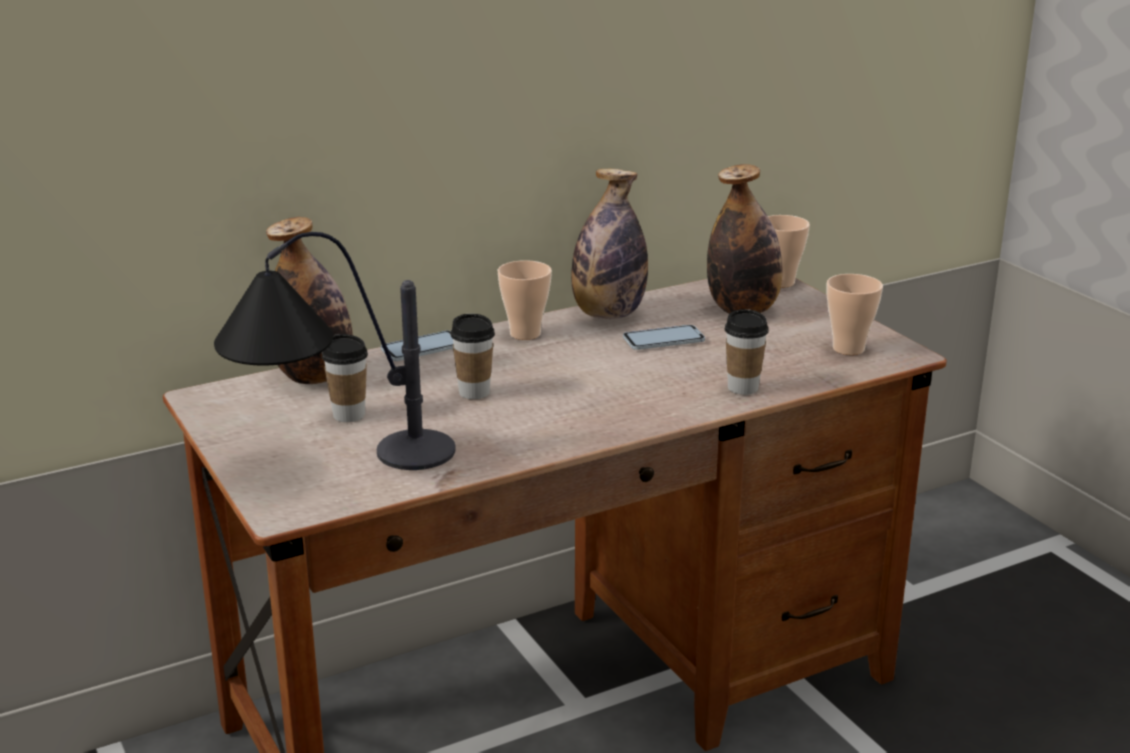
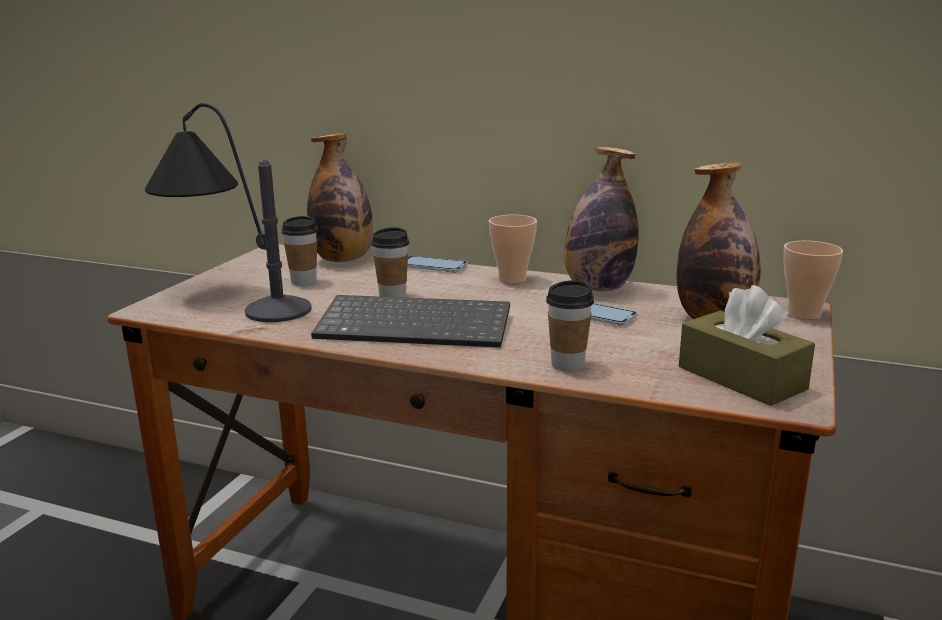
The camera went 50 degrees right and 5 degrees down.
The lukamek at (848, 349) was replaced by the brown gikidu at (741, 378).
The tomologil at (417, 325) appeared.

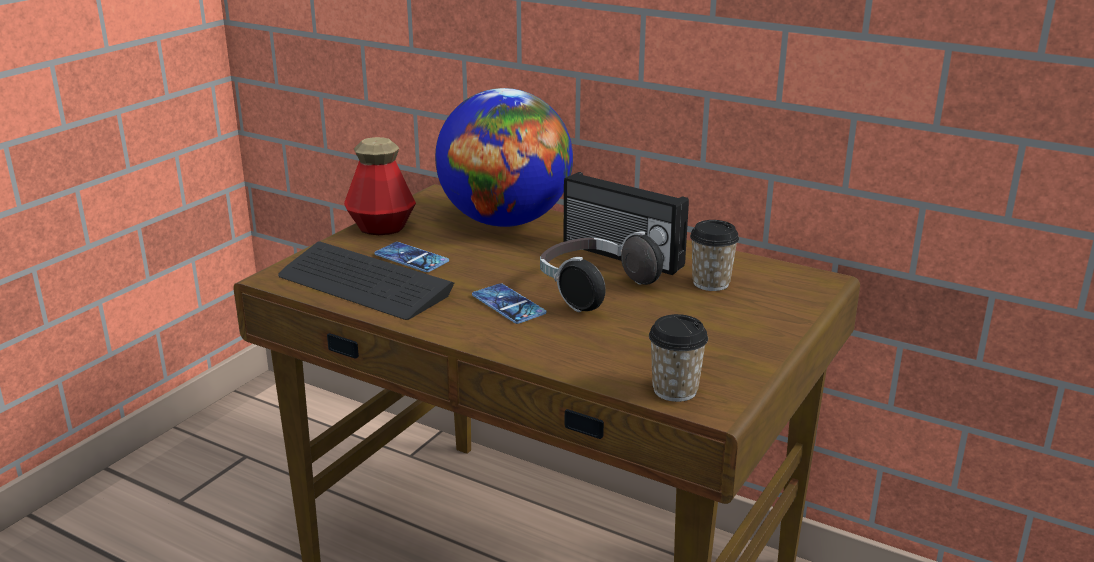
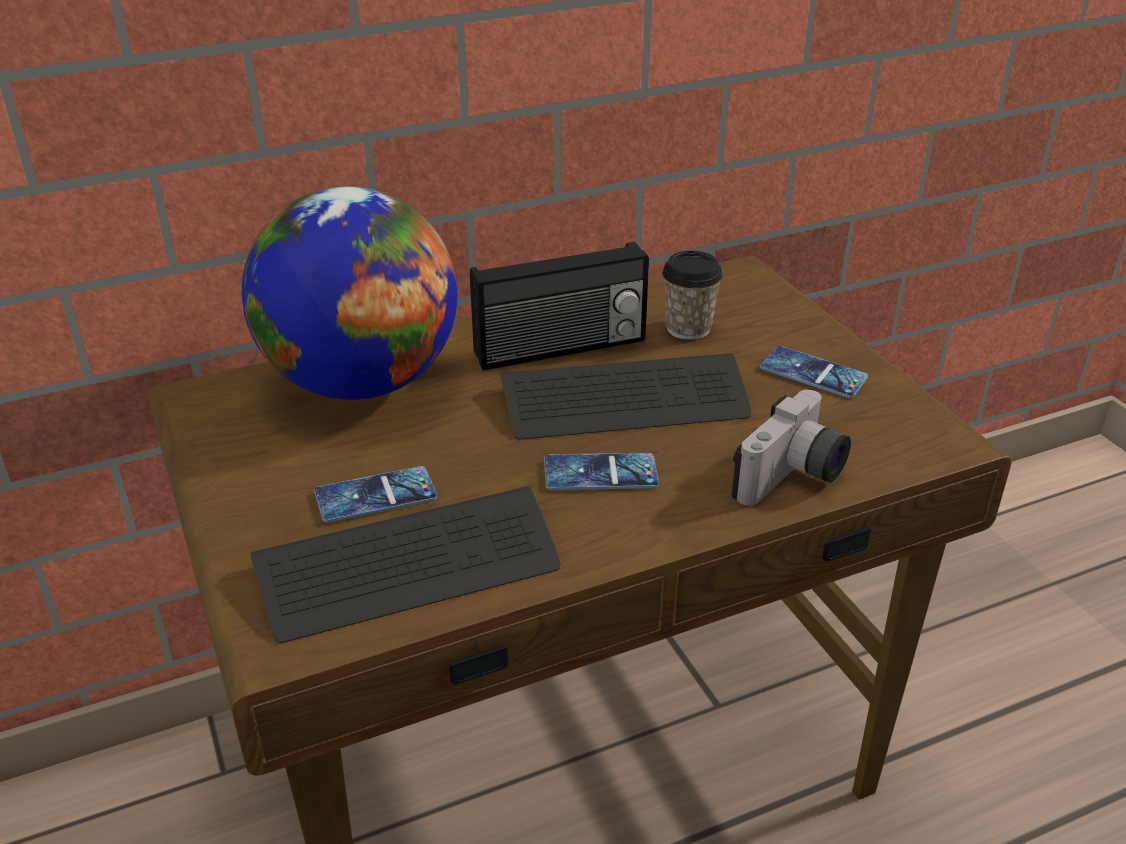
The camera went 55 degrees left and 10 degrees up.
The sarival at (381, 228) disappeared.
The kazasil at (593, 289) was replaced by the tomologil at (625, 401).
The lukamek at (675, 390) disappeared.
The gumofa at (793, 479) appeared.
The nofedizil at (813, 373) appeared.

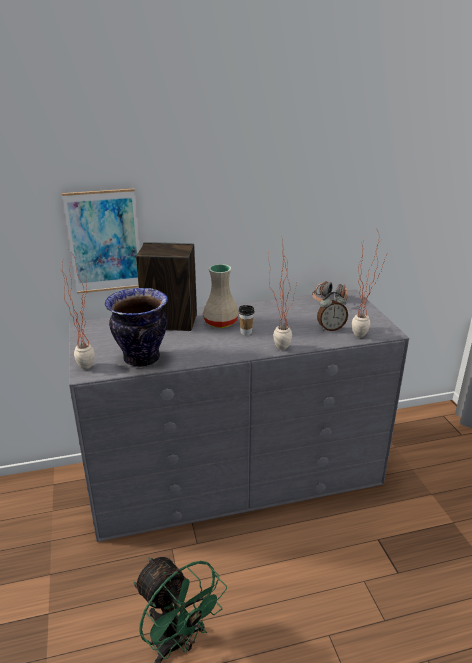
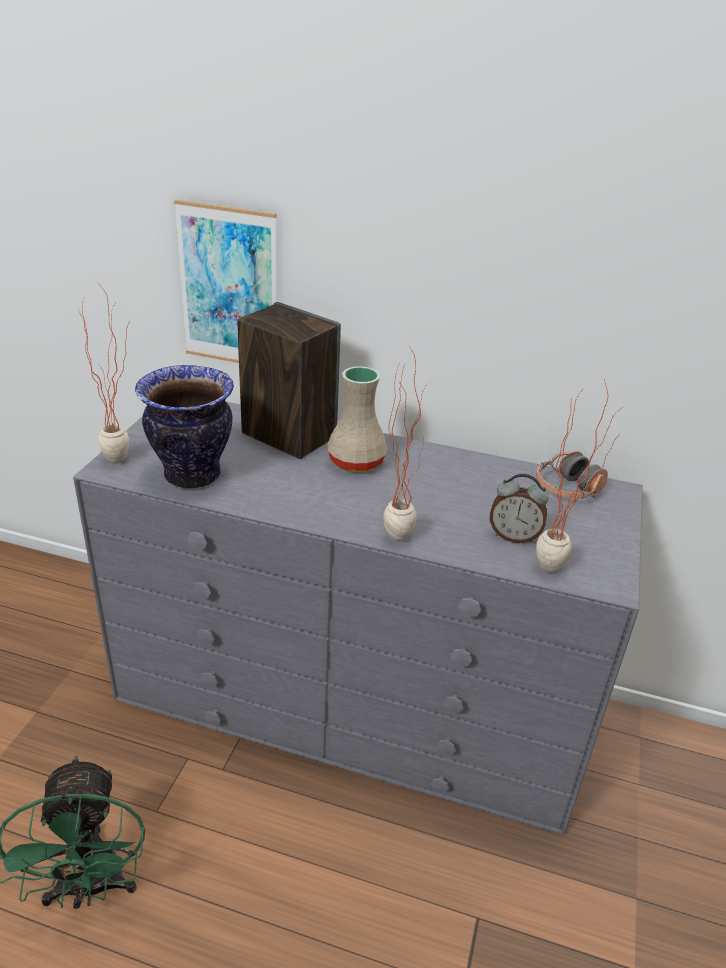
The camera went 30 degrees right and 5 degrees up.
The lukamek at (246, 332) disappeared.

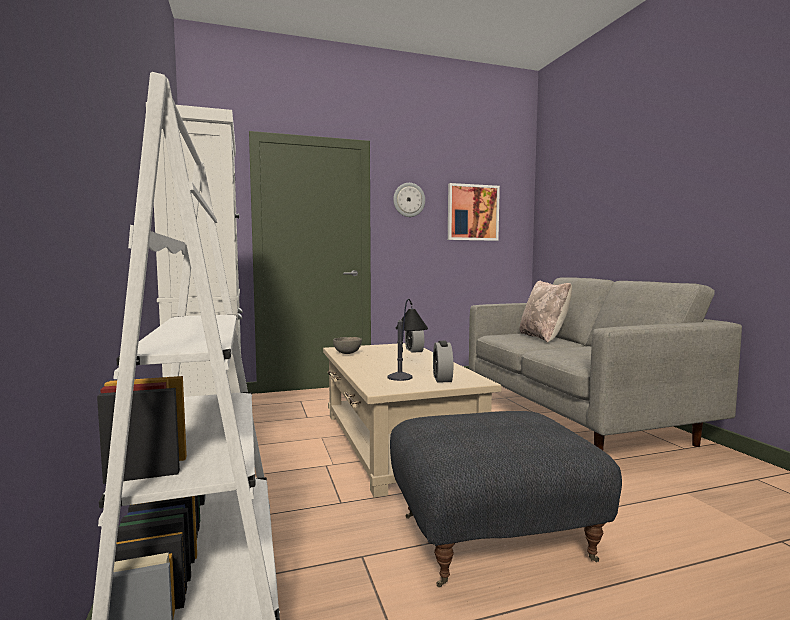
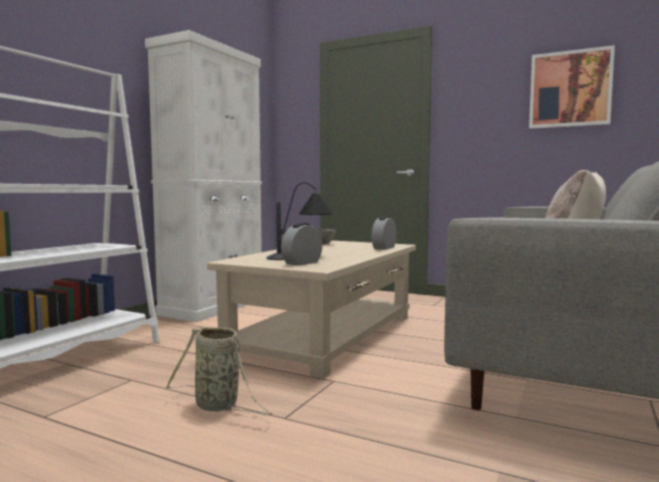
The camera went 45 degrees right and 0 degrees up.
The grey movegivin at (492, 536) was replaced by the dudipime at (219, 406).
The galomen at (409, 200) disappeared.

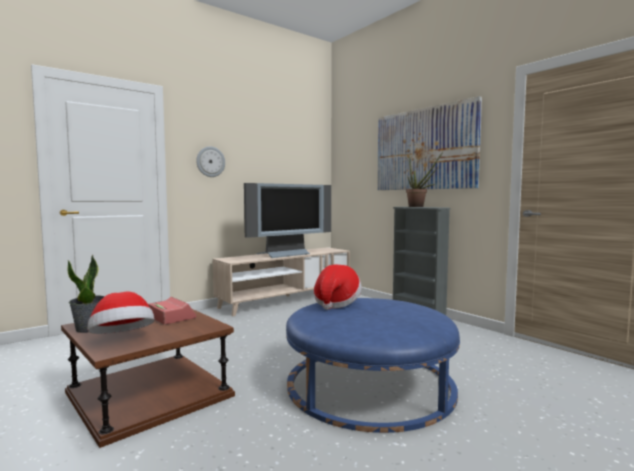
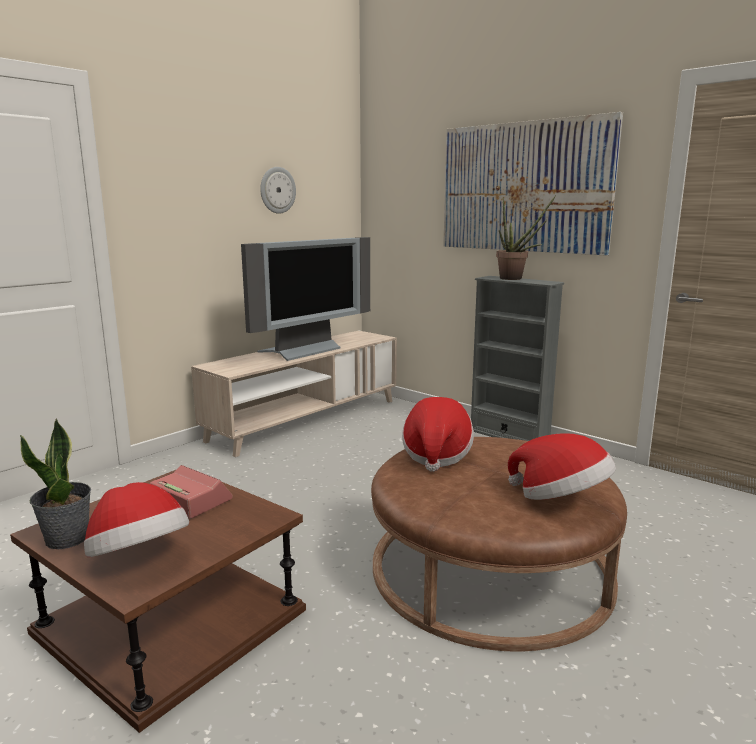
The camera went 10 degrees left and 10 degrees up.
The galomen moved from (210, 161) to (277, 190).
The blue movegivin at (370, 384) became the brown movegivin at (490, 568).
The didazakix at (560, 499) appeared.

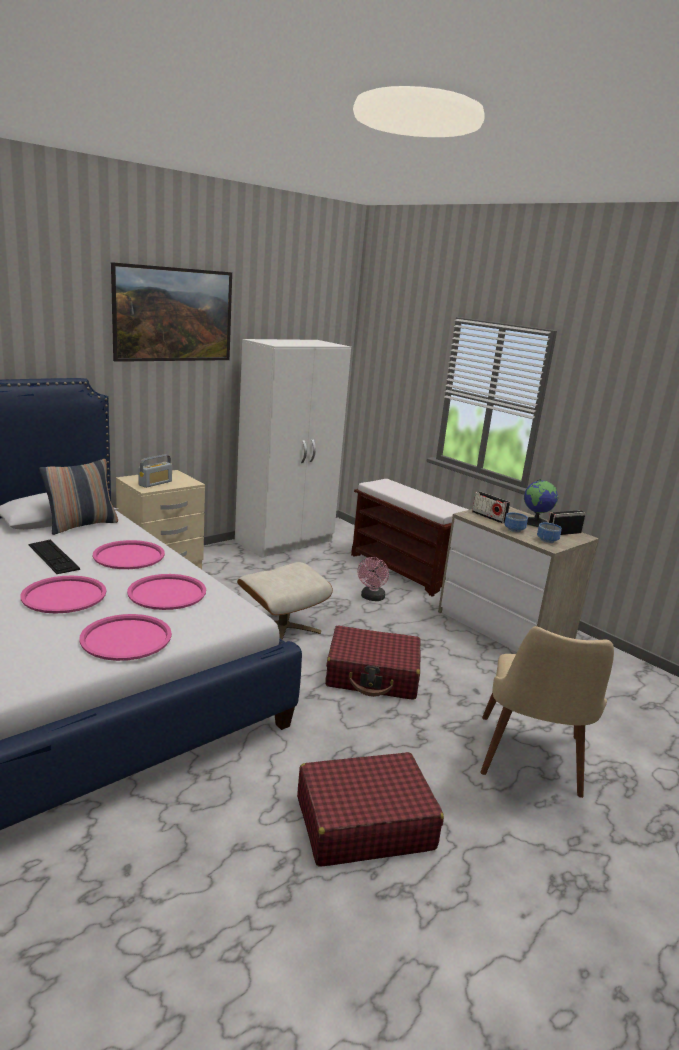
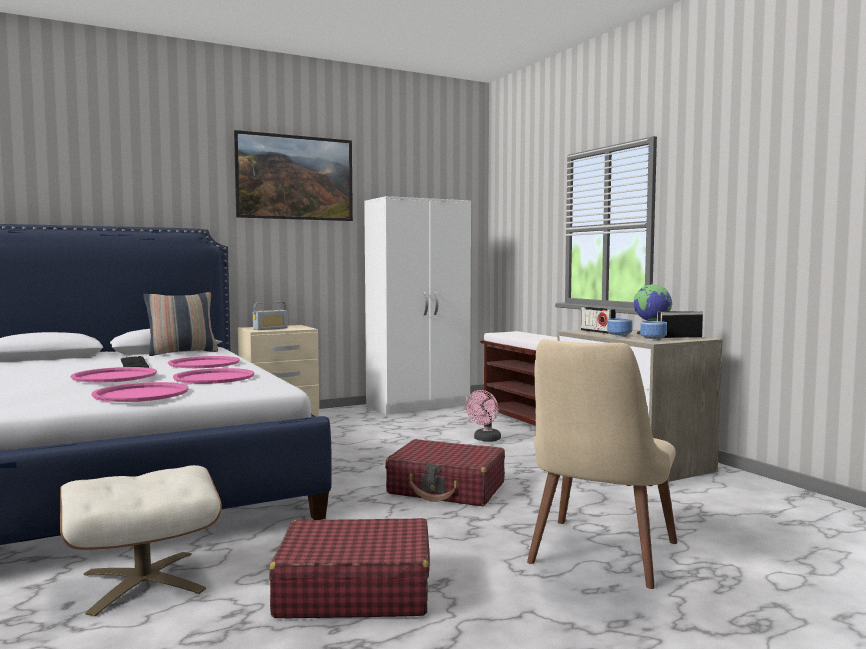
The camera went 15 degrees right and 15 degrees down.
The beige movegivin moved from (282, 628) to (143, 581).

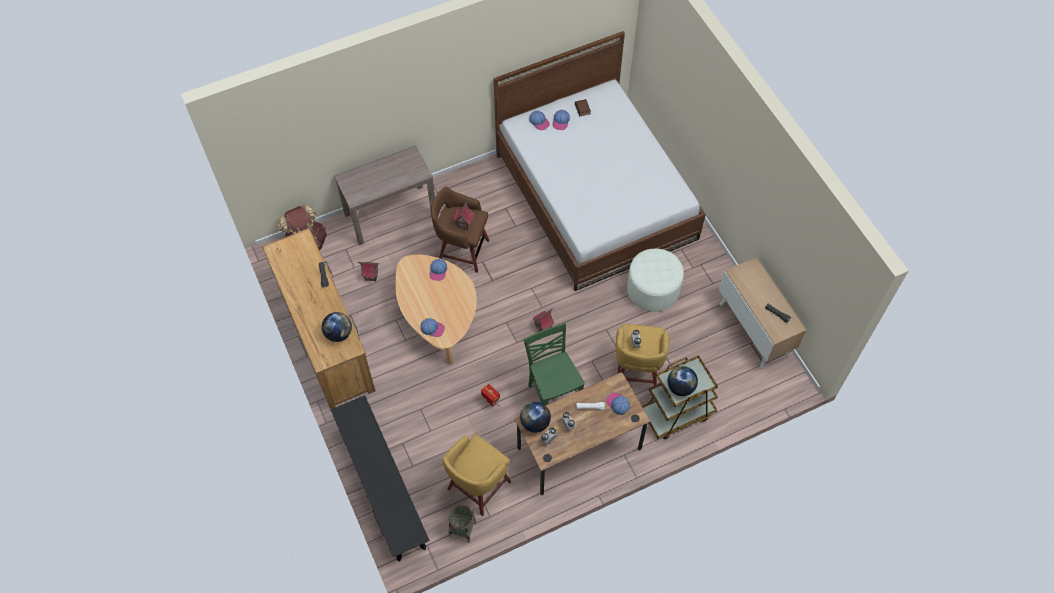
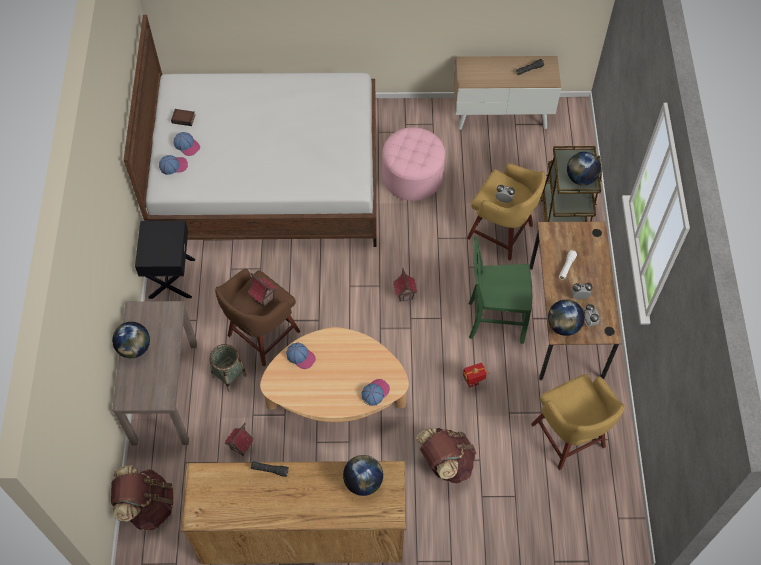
The camera went 65 degrees left and 0 degrees up.
The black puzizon at (383, 488) disappeared.
The dudipime moved from (462, 529) to (229, 375).
The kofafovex at (617, 404) disappeared.
The white movegivin at (653, 289) became the pink movegivin at (412, 177).
The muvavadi at (134, 348) appeared.
The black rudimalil at (171, 278) appeared.
The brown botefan at (445, 463) appeared.

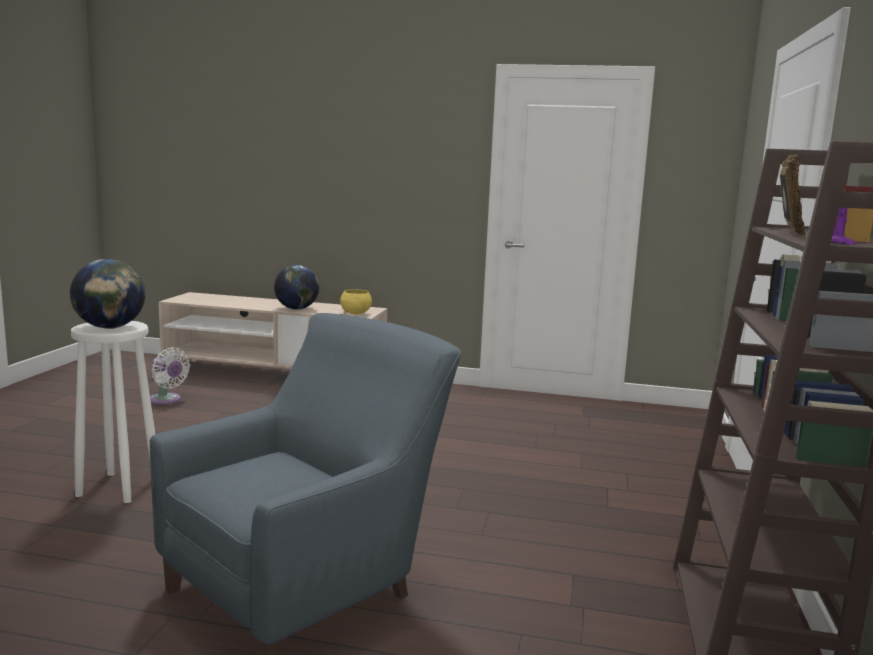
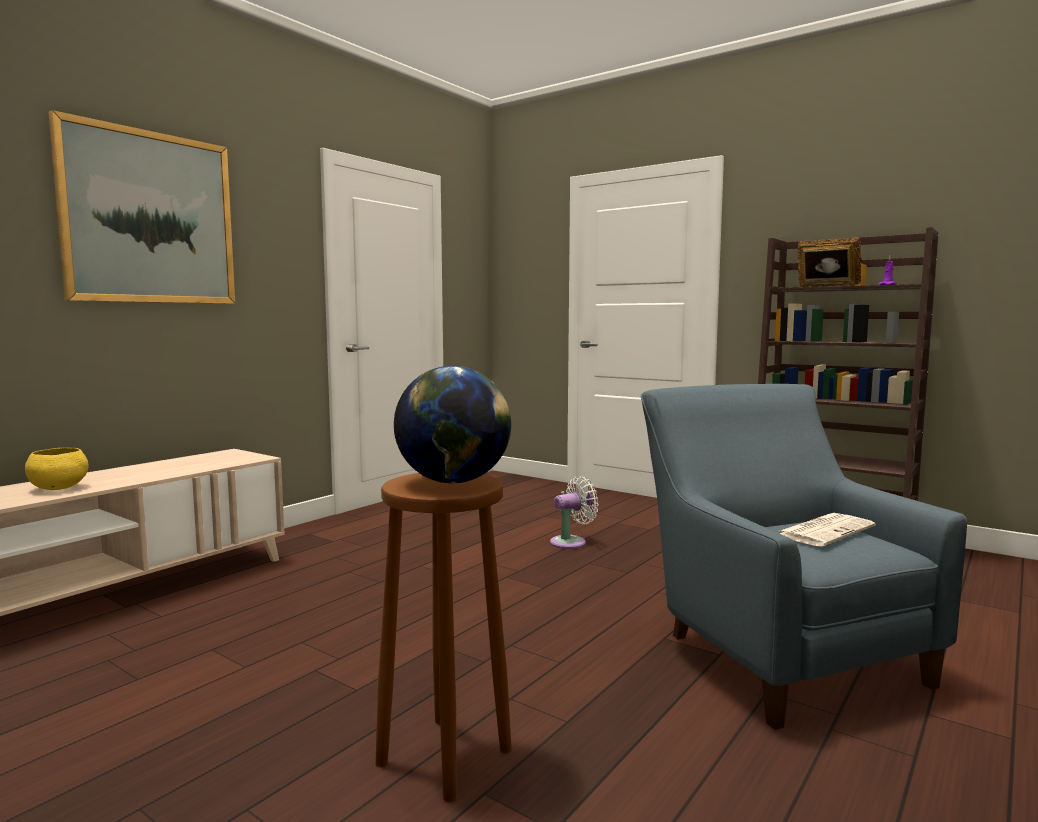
The camera went 65 degrees left and 5 degrees down.
The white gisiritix at (119, 487) became the brown gisiritix at (446, 755).
The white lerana moved from (166, 400) to (571, 542).
The muvavadi at (297, 309) disappeared.
The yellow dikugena moved from (355, 313) to (58, 488).
The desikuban at (149, 218) appeared.
The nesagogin at (824, 531) appeared.

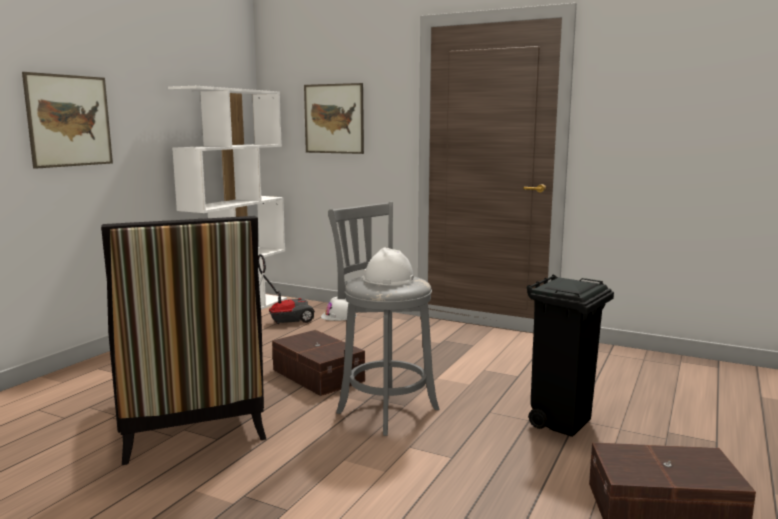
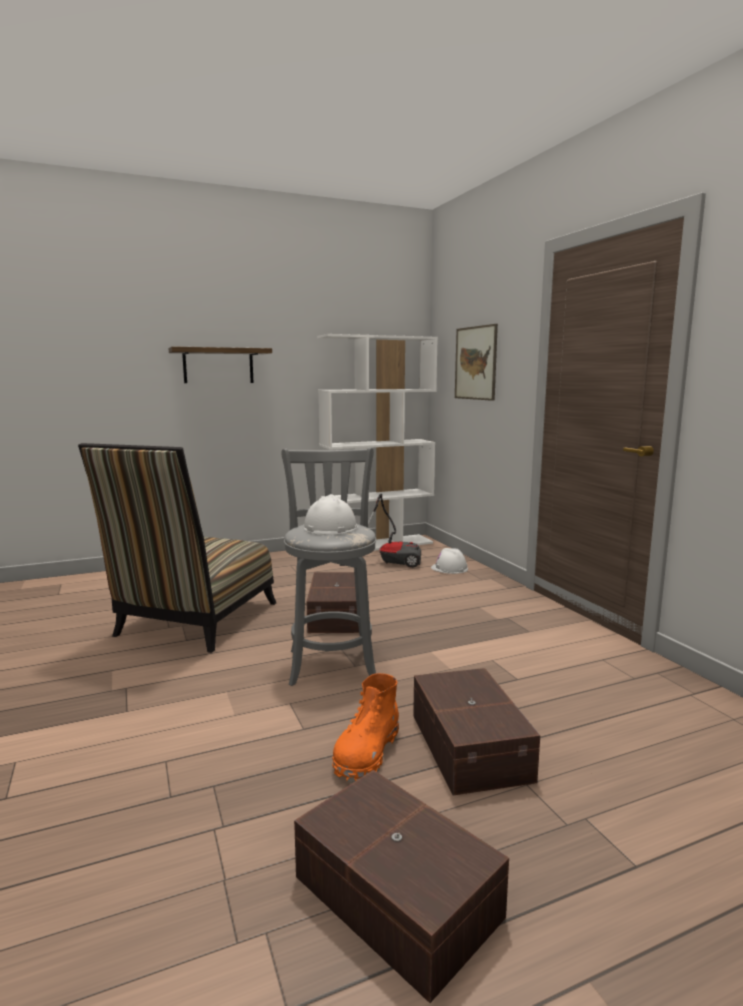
The camera went 40 degrees right and 0 degrees up.
The desikuban at (69, 121) was replaced by the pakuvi at (218, 366).
The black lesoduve at (562, 422) was replaced by the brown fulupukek at (471, 745).
The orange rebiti at (366, 754) appeared.

